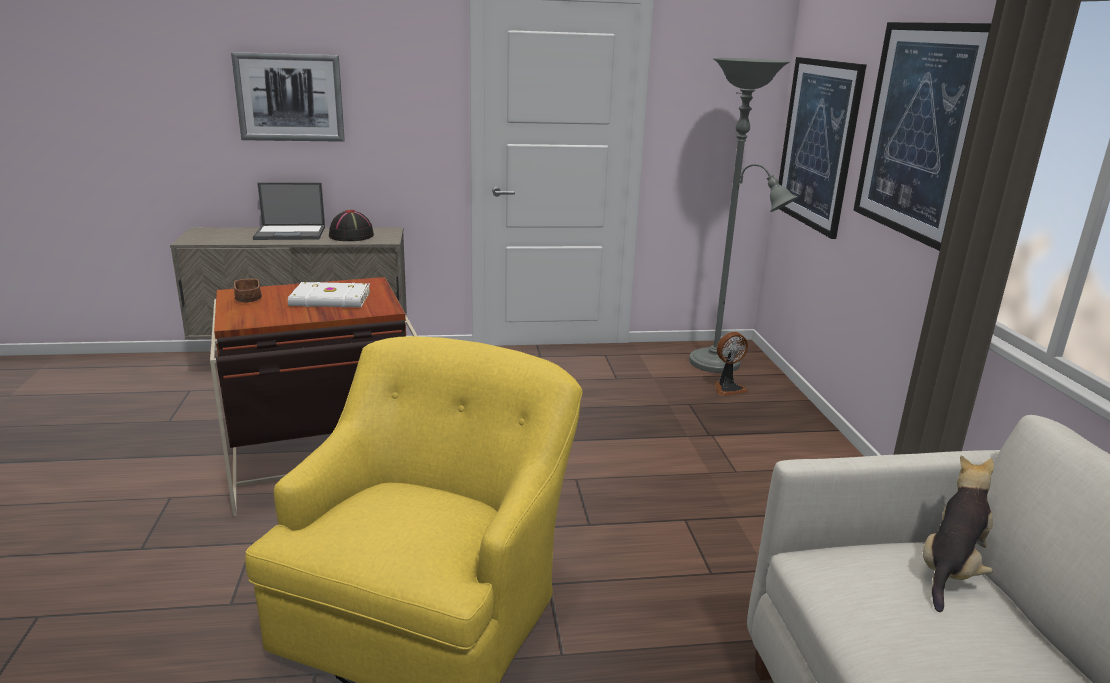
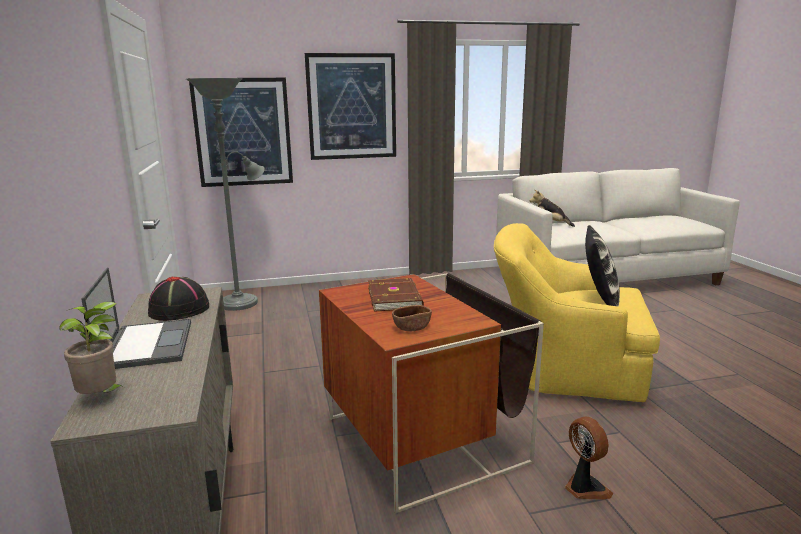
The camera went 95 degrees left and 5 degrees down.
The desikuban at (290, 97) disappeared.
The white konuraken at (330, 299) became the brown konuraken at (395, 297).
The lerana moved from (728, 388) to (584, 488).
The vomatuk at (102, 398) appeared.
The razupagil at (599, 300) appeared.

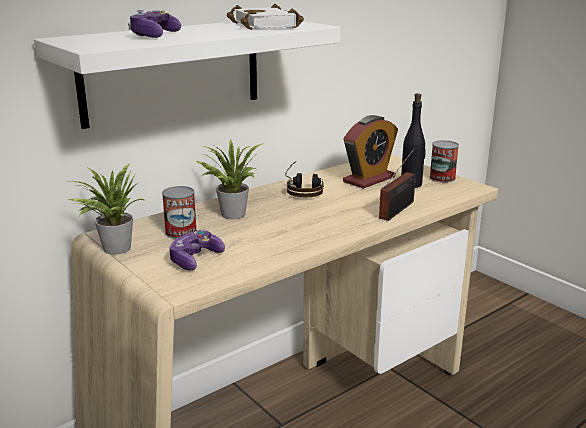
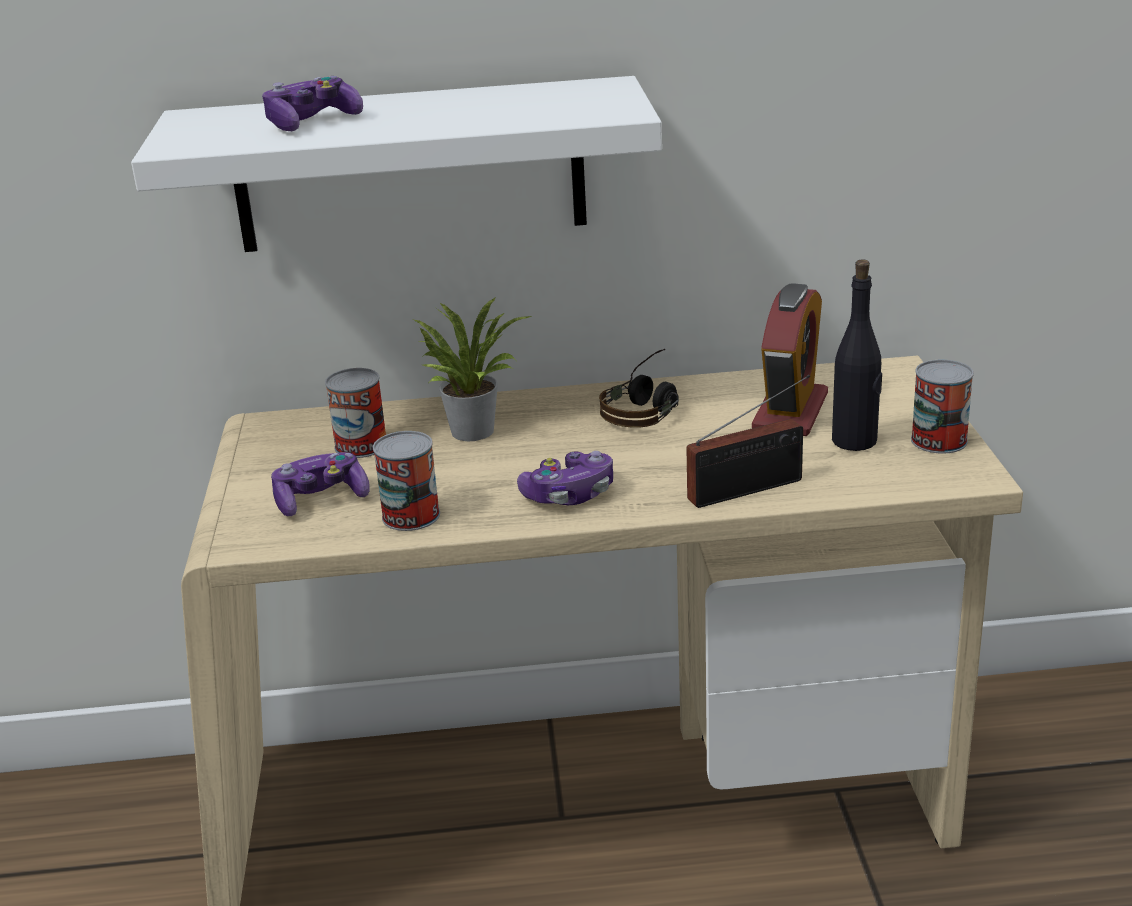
The camera went 35 degrees right and 5 degrees up.
The vomatuk at (113, 248) disappeared.
The white konuraken at (267, 25) disappeared.
The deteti at (369, 179) turned 60 degrees counterclockwise.
The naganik at (411, 516) appeared.
The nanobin at (569, 494) appeared.

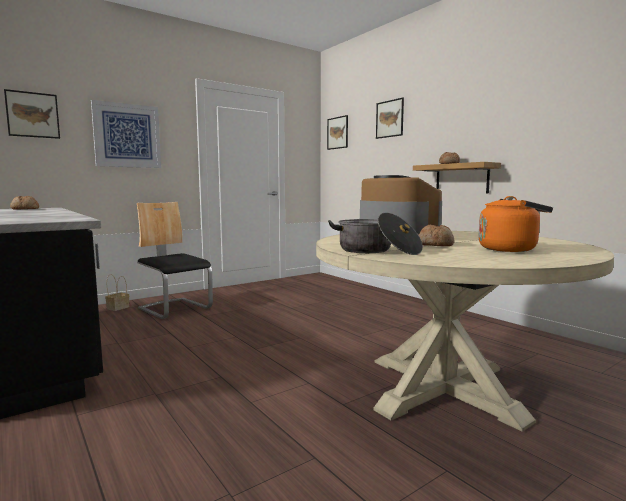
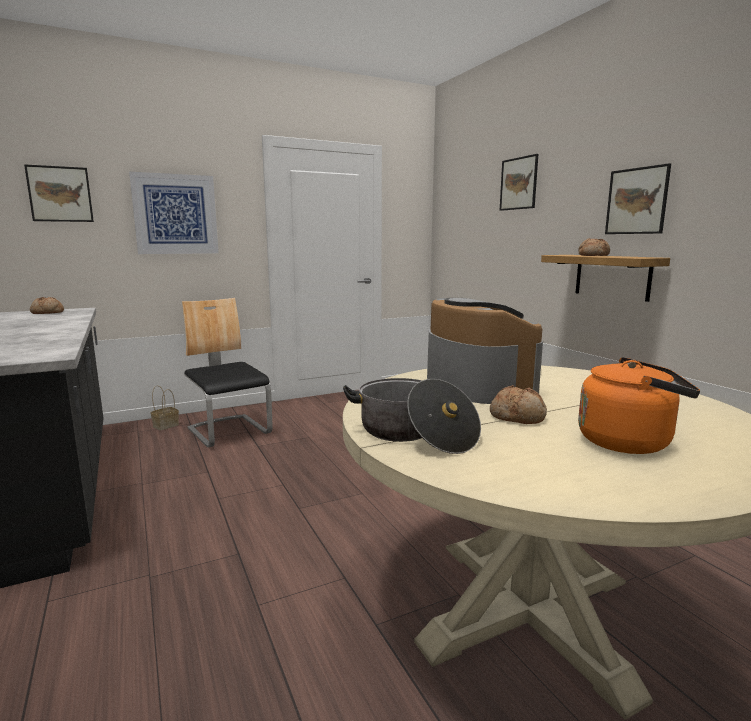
The camera went 10 degrees right and 5 degrees up.
The desikuban moved from (337, 133) to (636, 201).

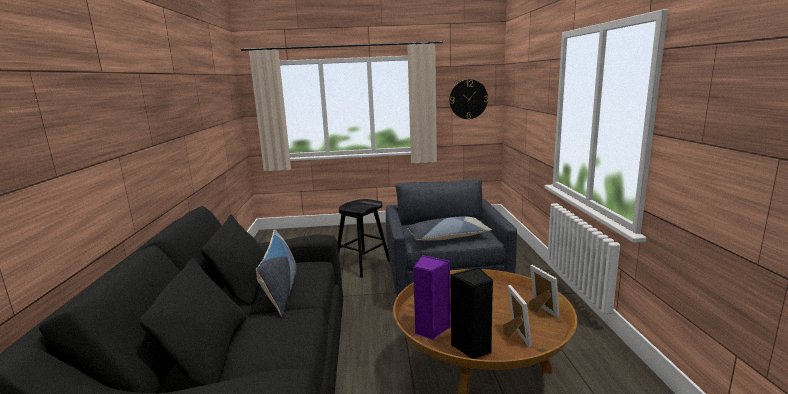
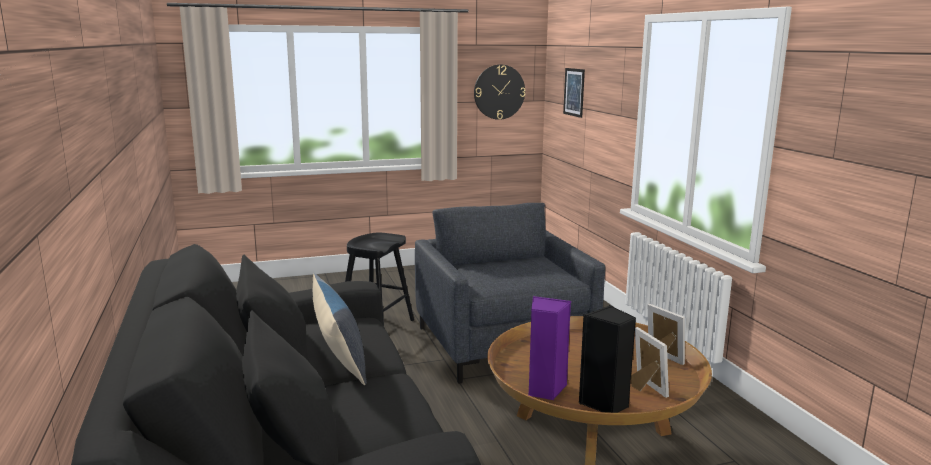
The camera went 15 degrees left and 0 degrees up.
The razupagil at (447, 237) disappeared.
The desikuban at (574, 92) appeared.

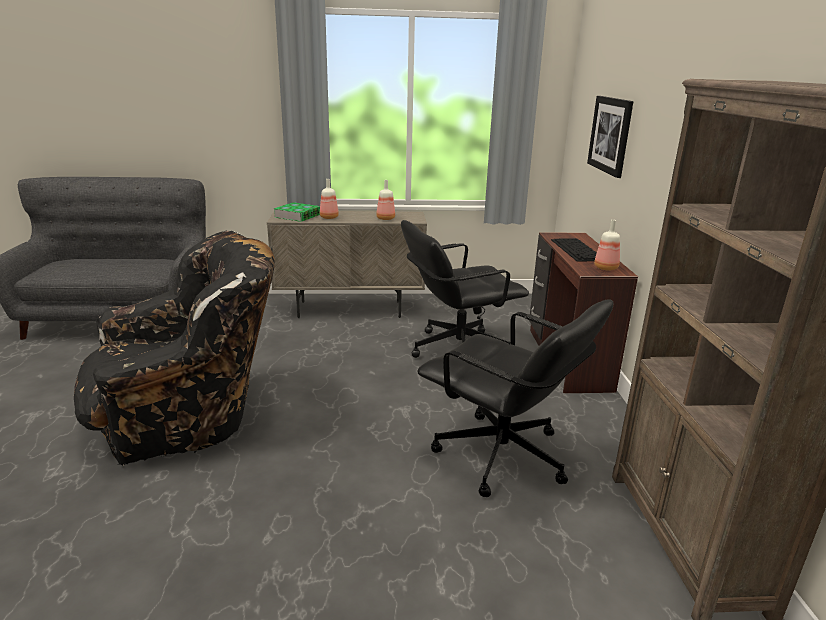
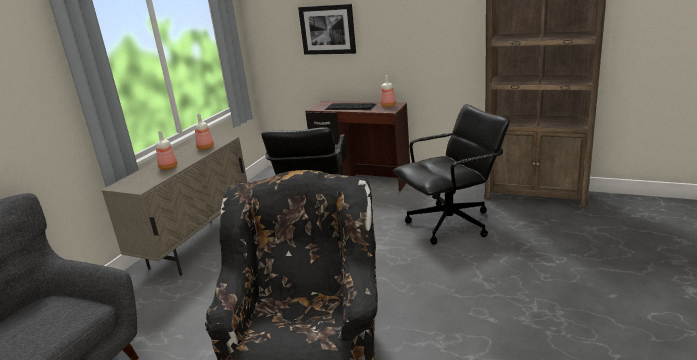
The camera went 60 degrees left and 0 degrees up.
The konuraken at (297, 216) disappeared.

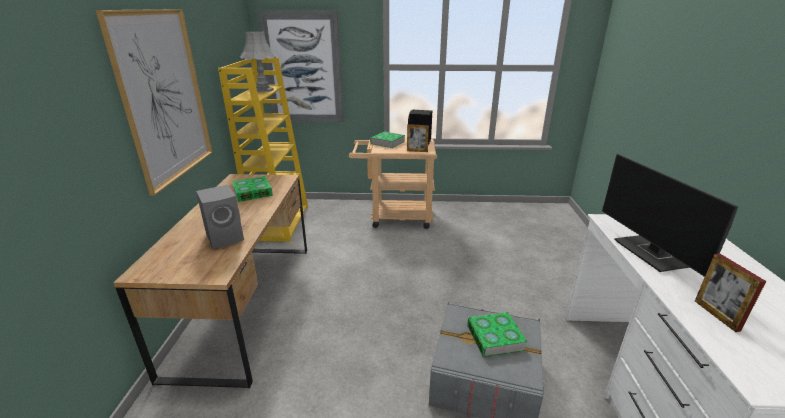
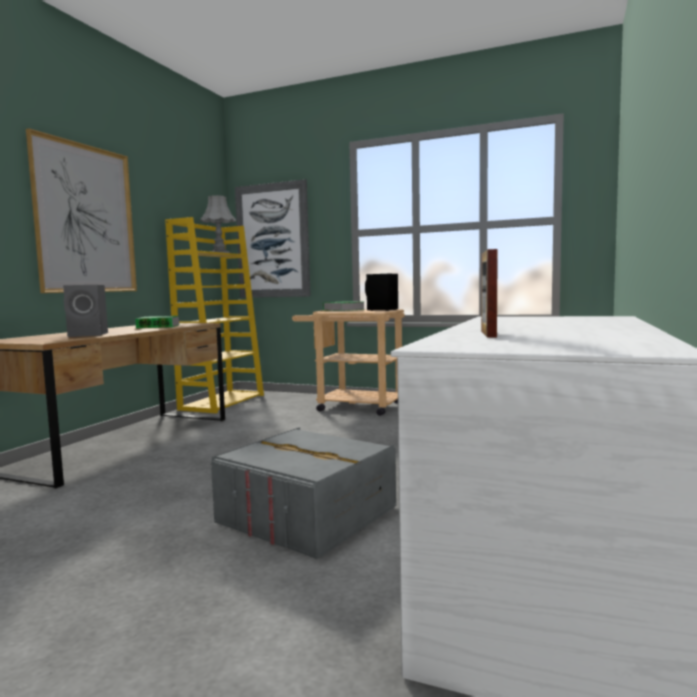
The camera went 20 degrees right and 20 degrees down.
The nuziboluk at (417, 151) disappeared.
The konuraken at (495, 337) disappeared.
The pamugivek at (652, 254) disappeared.

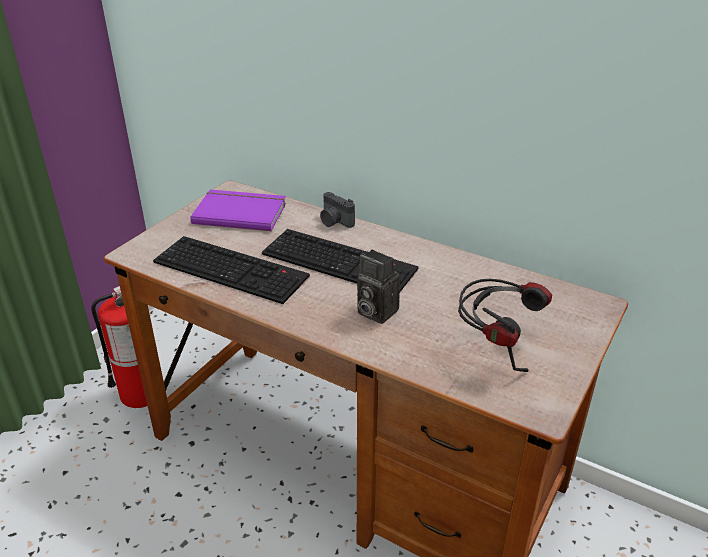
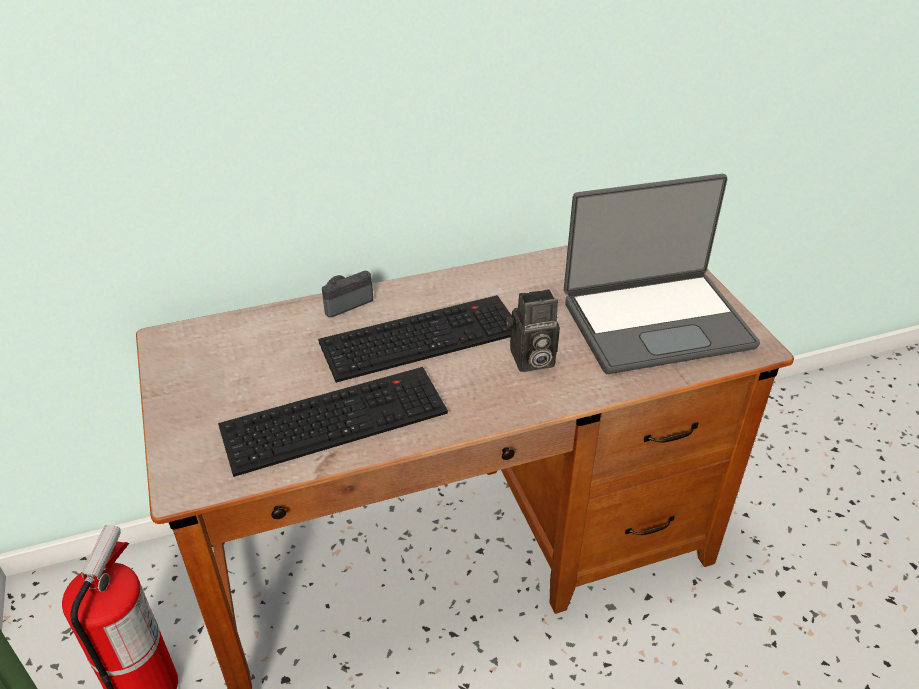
The camera went 50 degrees left and 5 degrees up.
The purple konuraken at (240, 212) disappeared.
The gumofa at (334, 222) turned 150 degrees clockwise.
The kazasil at (496, 347) was replaced by the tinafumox at (655, 322).

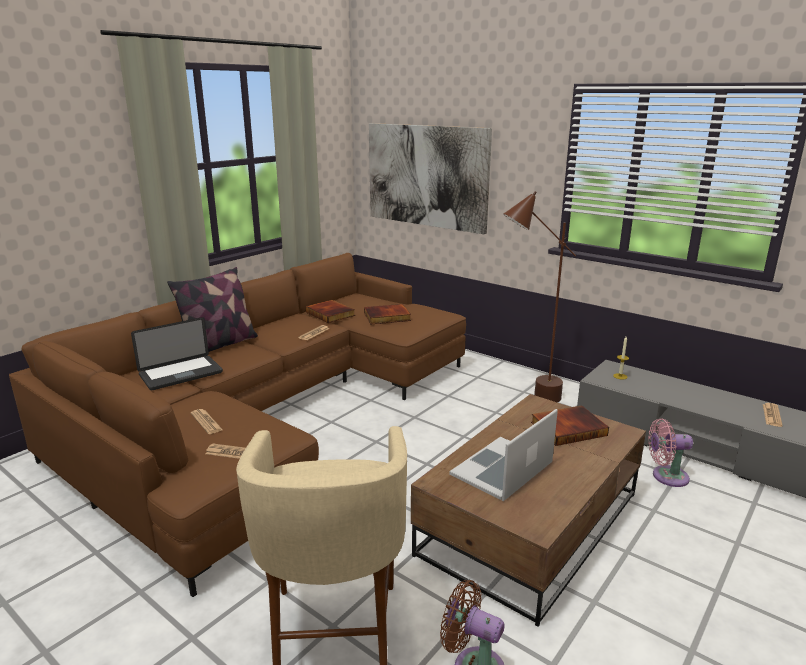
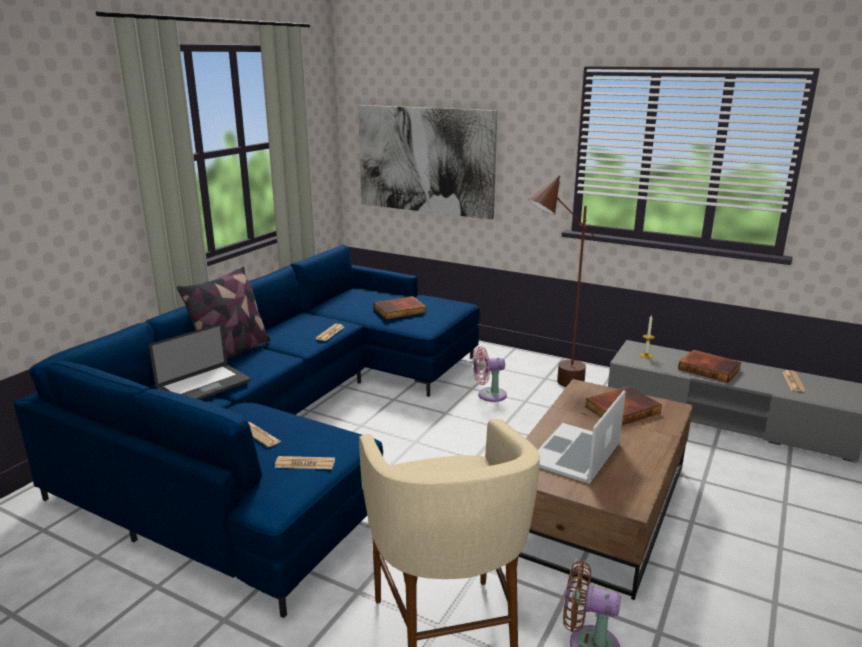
The camera went 10 degrees left and 0 degrees up.
The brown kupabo at (270, 415) became the blue kupabo at (292, 424).
The konuraken moved from (331, 314) to (710, 369).
The pink lerana moved from (666, 476) to (488, 395).

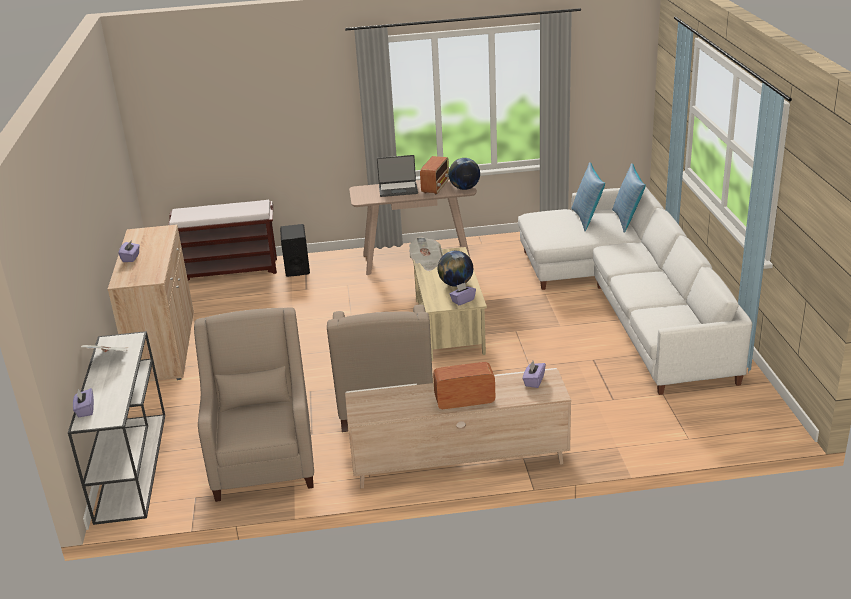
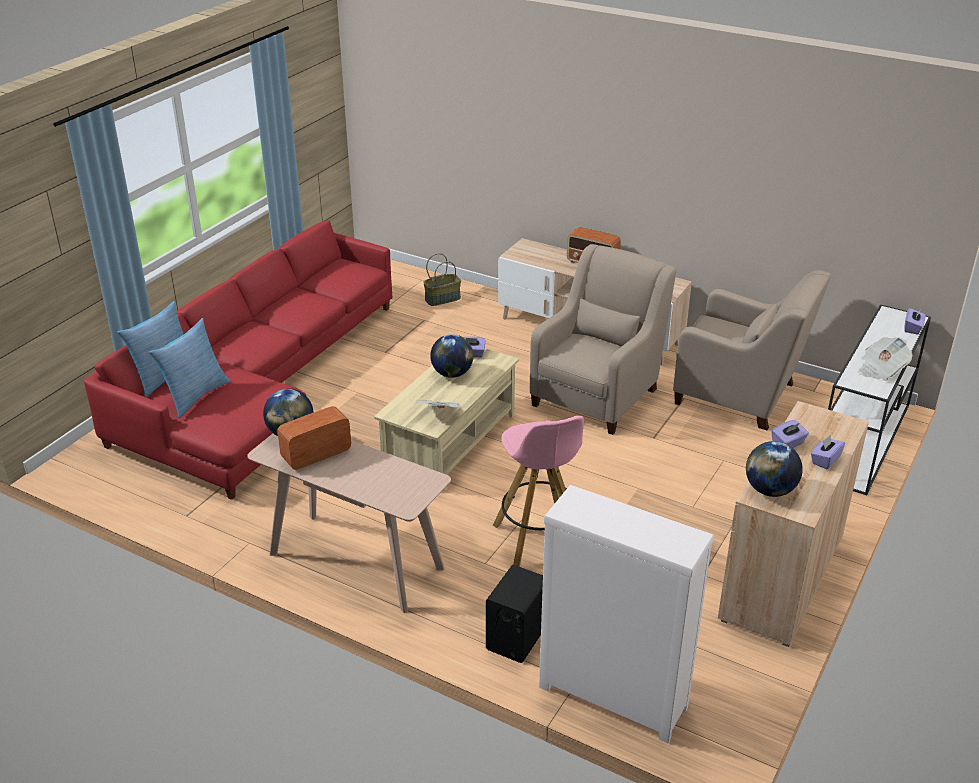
The camera went 145 degrees left and 5 degrees up.
The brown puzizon at (230, 270) was replaced by the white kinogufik at (612, 695).
The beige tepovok at (264, 459) turned 90 degrees counterclockwise.
The tinafumox at (398, 189) disappeared.
The white kupabo at (628, 300) became the red kupabo at (258, 387).
The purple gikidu moved from (533, 381) to (788, 444).
The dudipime at (442, 298) appeared.
The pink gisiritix at (539, 540) appeared.
The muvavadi at (770, 490) appeared.

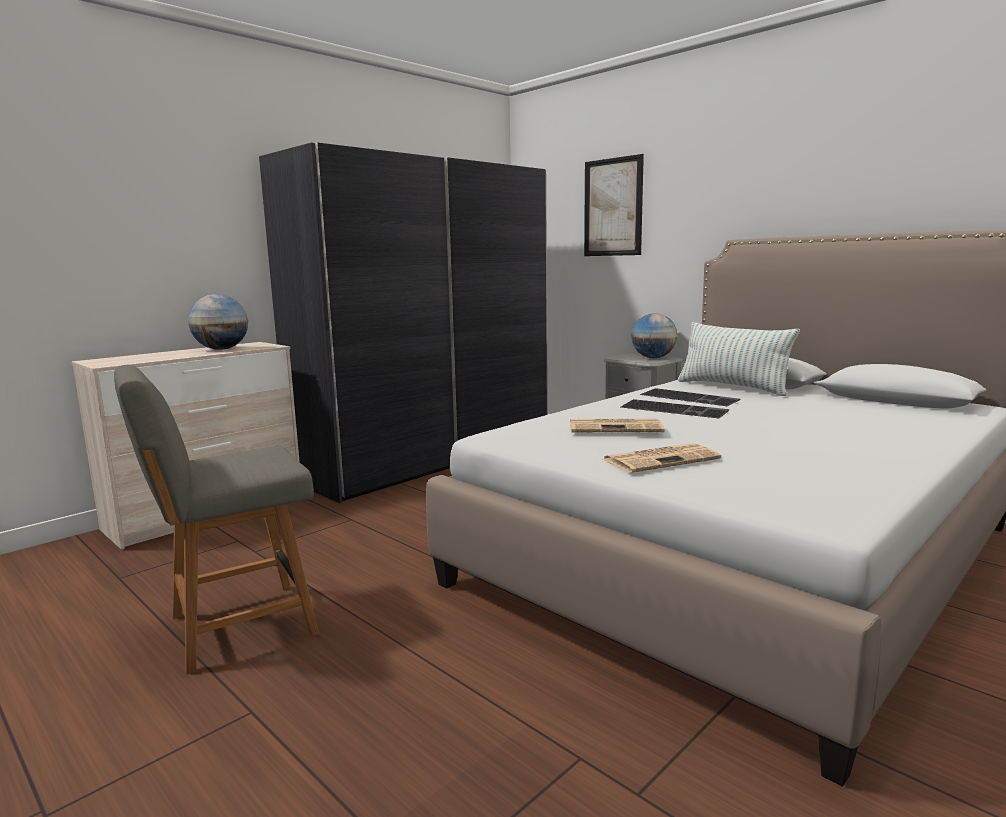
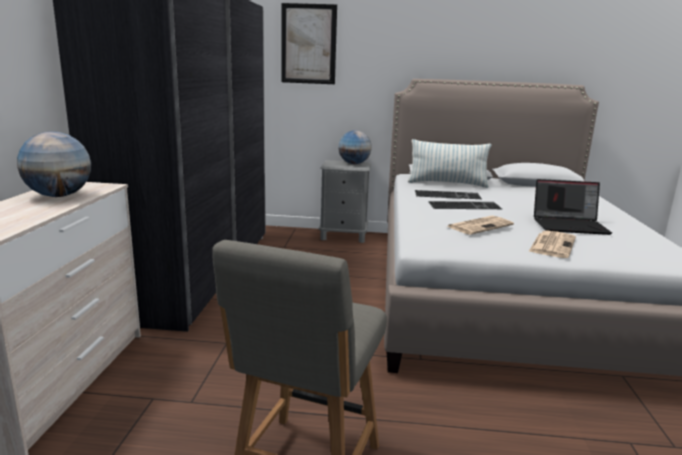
The camera went 40 degrees left and 5 degrees up.
The tinafumox at (570, 225) appeared.

